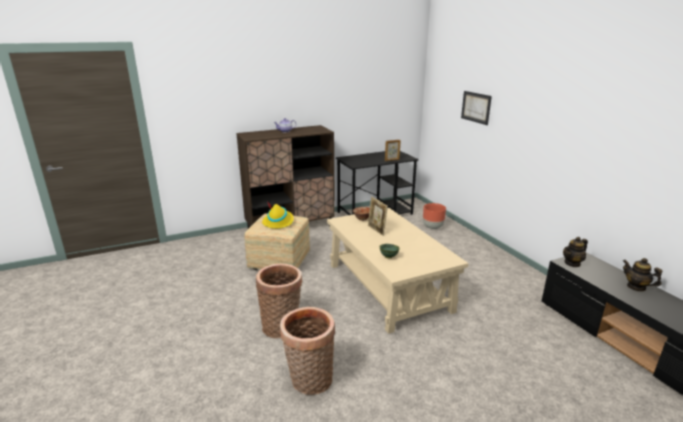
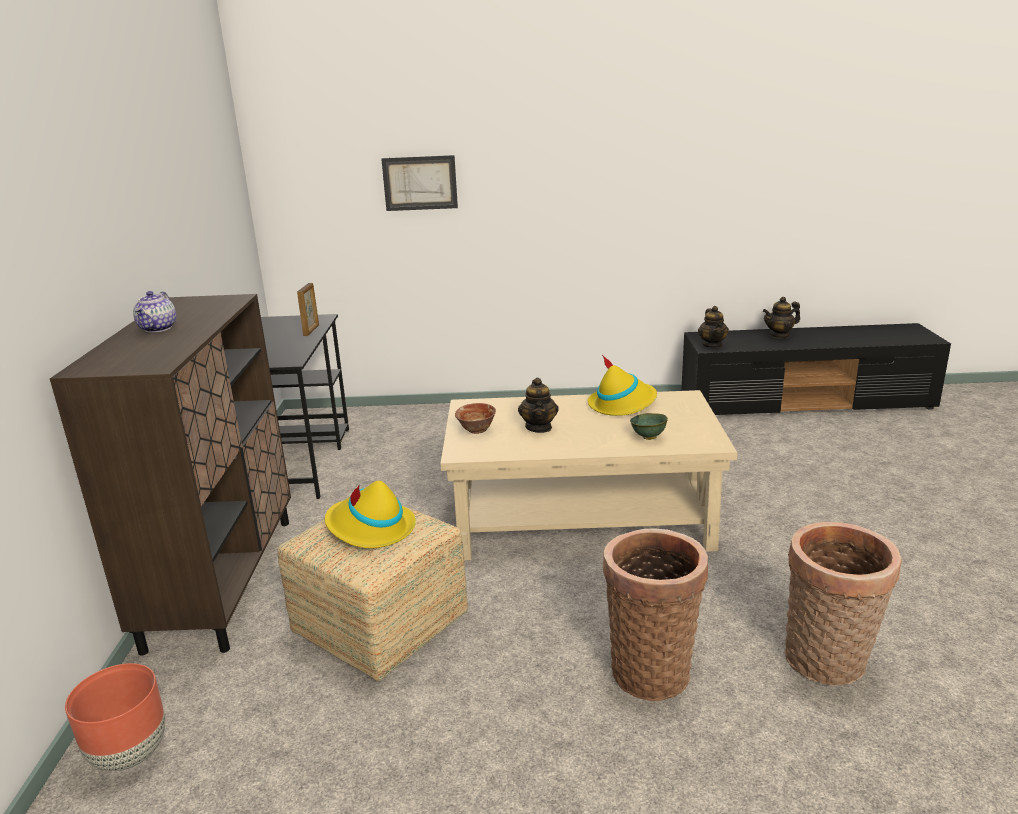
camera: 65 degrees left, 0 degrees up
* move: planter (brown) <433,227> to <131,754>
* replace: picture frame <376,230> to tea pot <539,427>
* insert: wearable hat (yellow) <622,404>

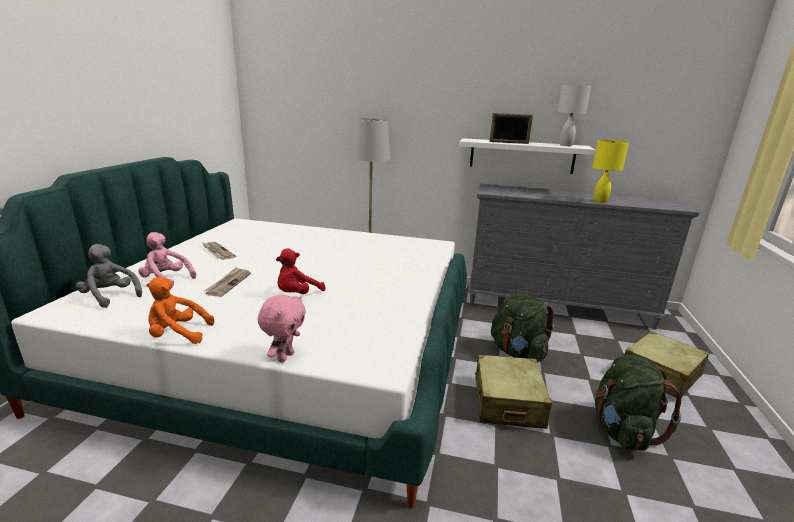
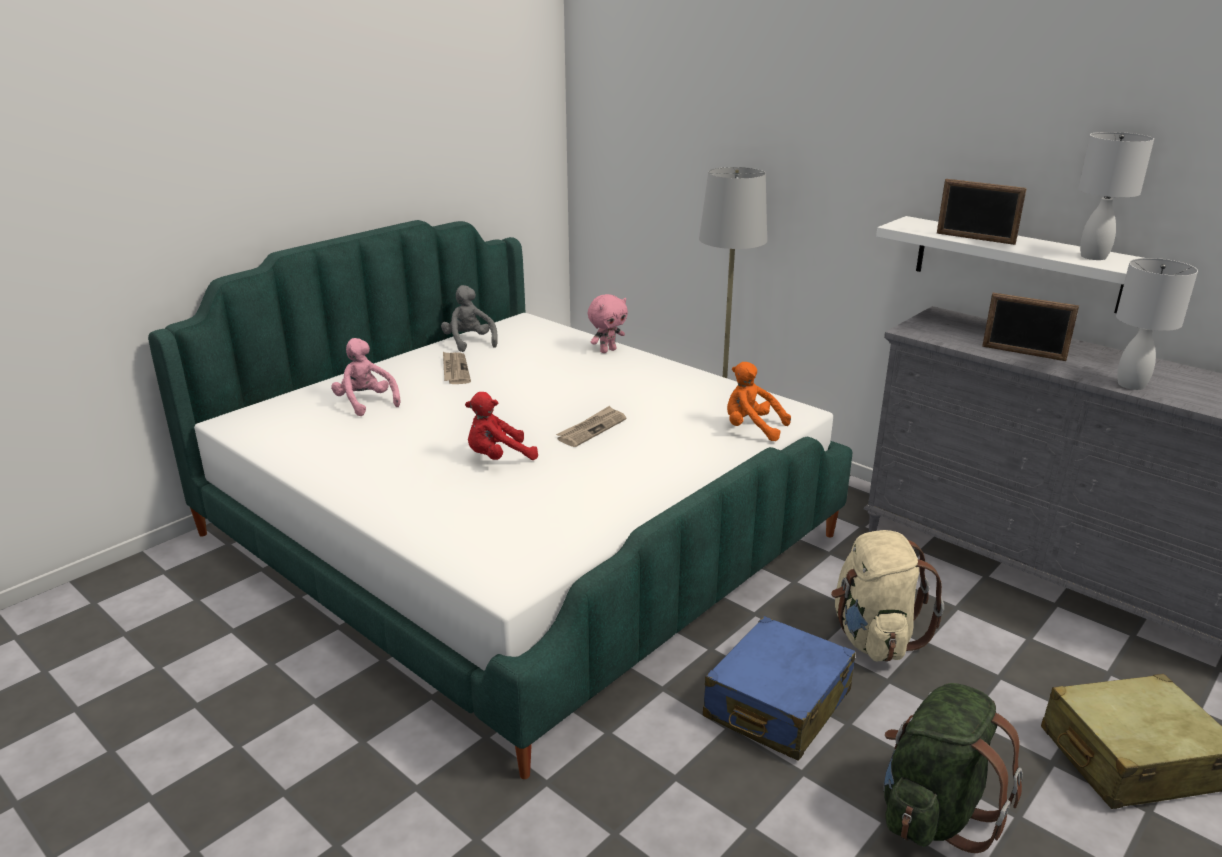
camera: 30 degrees right, 5 degrees up
* move: cuddly toy (gray) <110,296> to <469,342>
* move: printed paper <228,283> to <591,429>
* move: cuddly toy (pink-coloured) <285,357> to <607,350>
* recolor: travel case (beige-coloured) <507,402> to travel case (blue) <777,704>
* move: cuddly toy (orange) <178,335> to <751,428>
* recolor: rucksack (green) <517,352> to rucksack (beige-coloured) <873,637>
* insert: picture frame <1023,353>
* recolor: tabletop lamp (yellow) <599,201> to tabletop lamp (white-coloured) <1131,384>

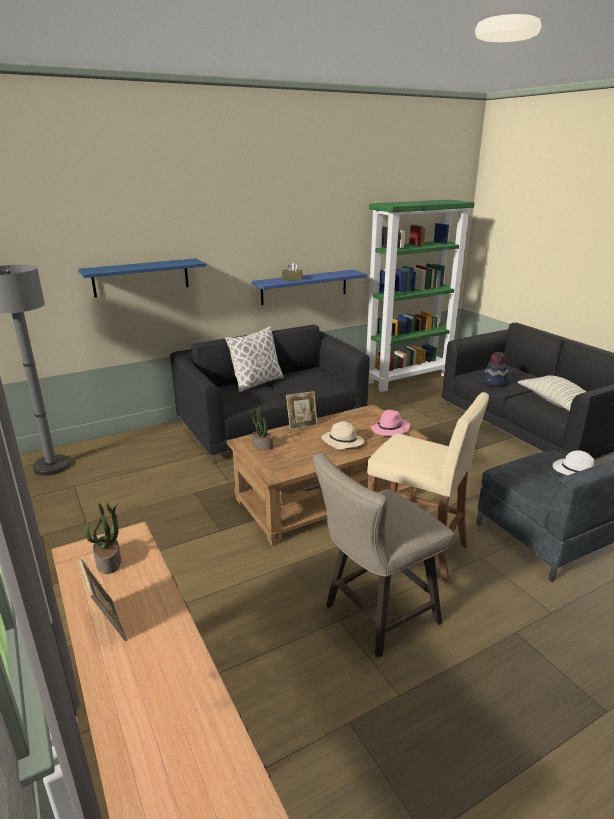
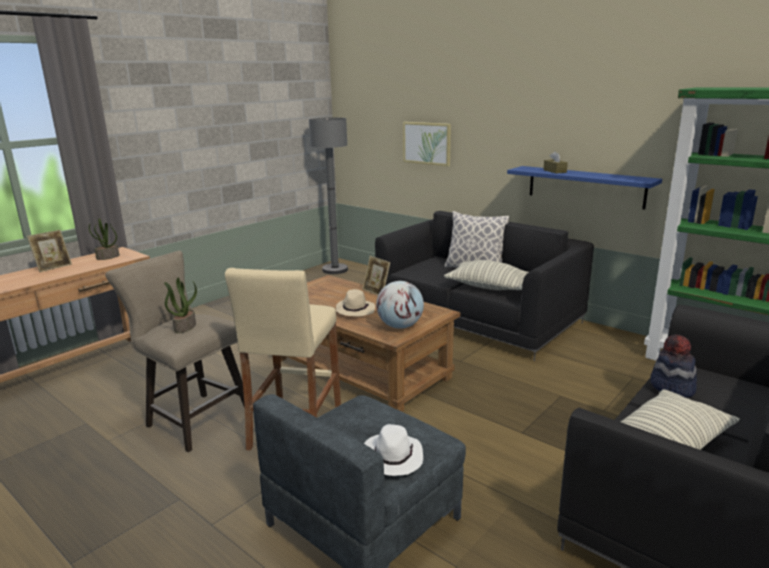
camera: 70 degrees right, 5 degrees down
* move: houseplant <262,445> to <185,327>
* replace: wearable hat (pink-coloured) <390,429> to globe <400,326>
* replace: shelf (blue) <141,277> to wall art <427,143>
* insert: throw pillow <488,287>

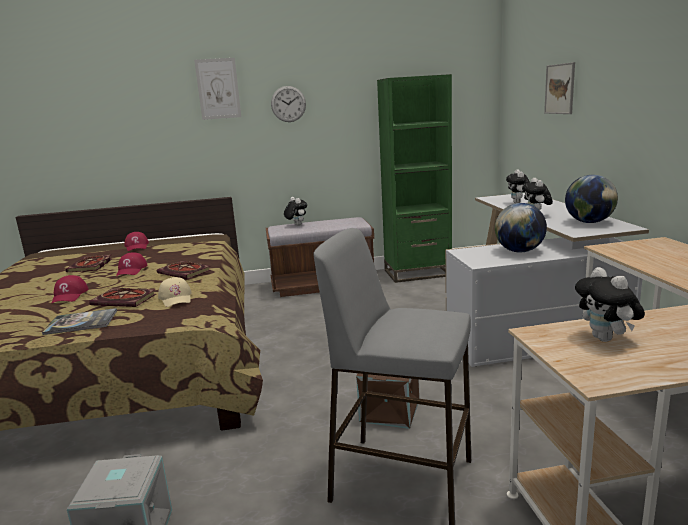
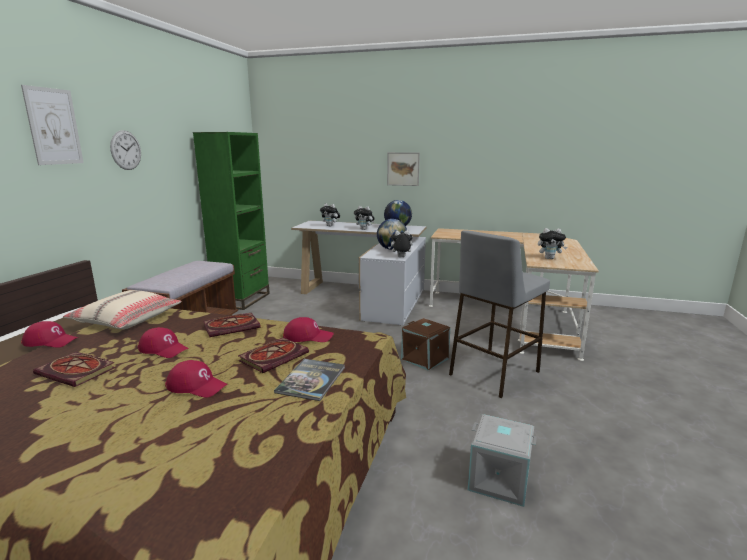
camera: 65 degrees left, 0 degrees up
* insert: throw pillow (beige-coloured) <127,319>
* recolor: baseball cap (beige-coloured) <176,298> to baseball cap (reddish) <308,336>
* move: wall art <560,89> to <403,169>
* move: cuddly toy <296,225> to <401,257>

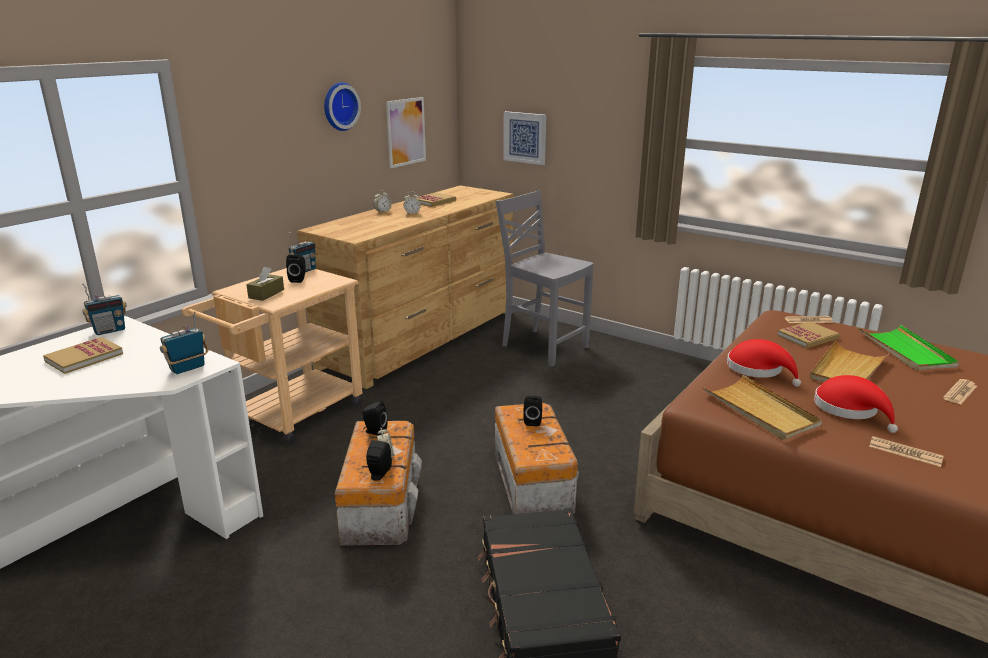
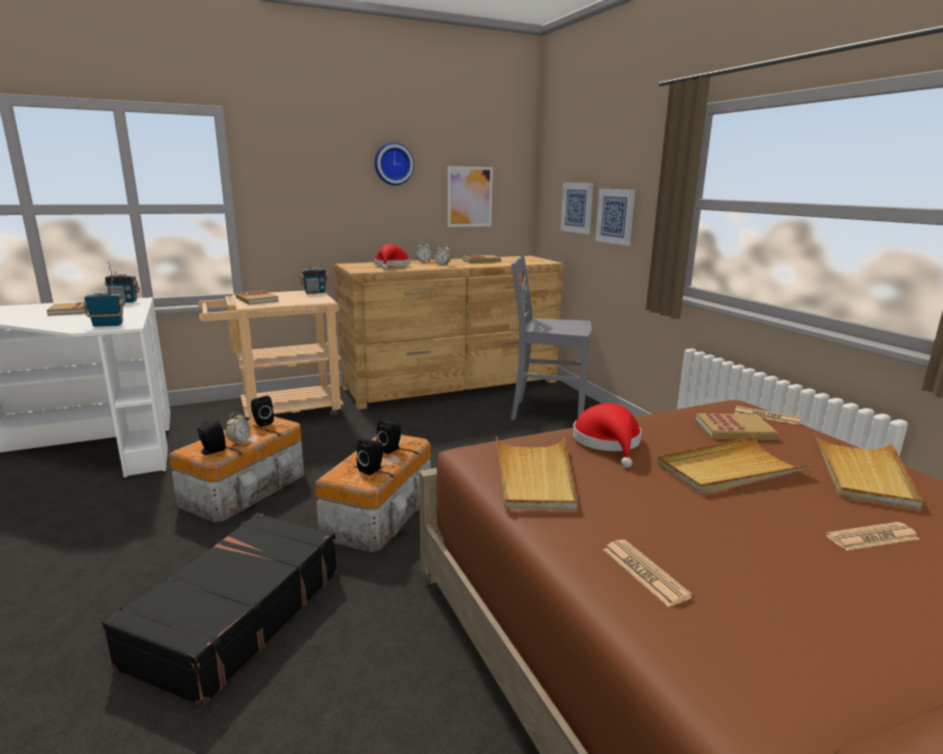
camera: 30 degrees right, 5 degrees down
* replace: box of tissues (brown) <266,294> to bound book <257,299>
* move: audio speaker (black-coloured) <298,279> to <372,469>
* move: wearable hat (reddish) <850,409> to <391,266>
* rotate: plain chair (gray) <543,346> = <546,413> 60 degrees counterclockwise
* insert: wall art <615,216>
* recolor: carrying tray (green) <906,351> to carrying tray (beige-coloured) <862,473>

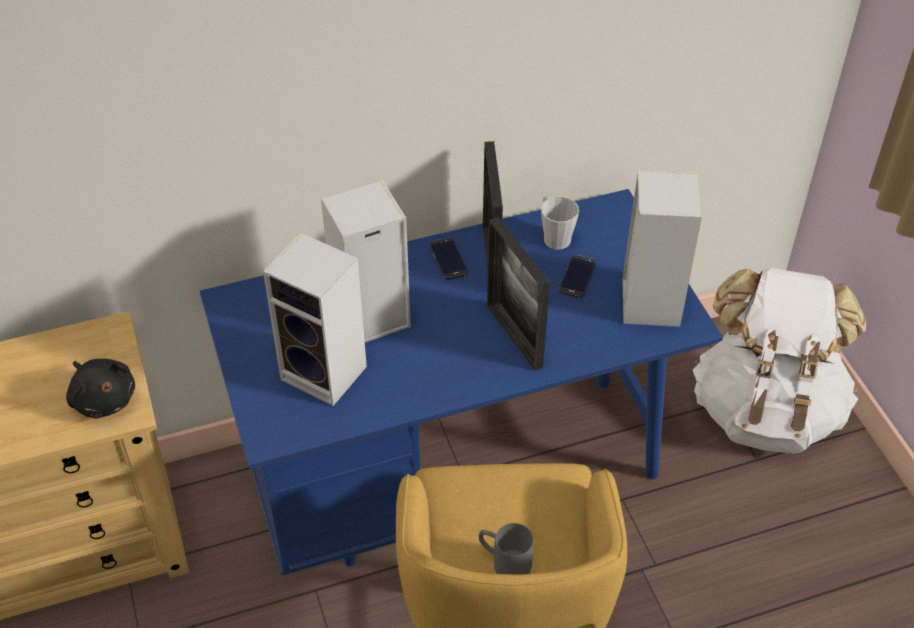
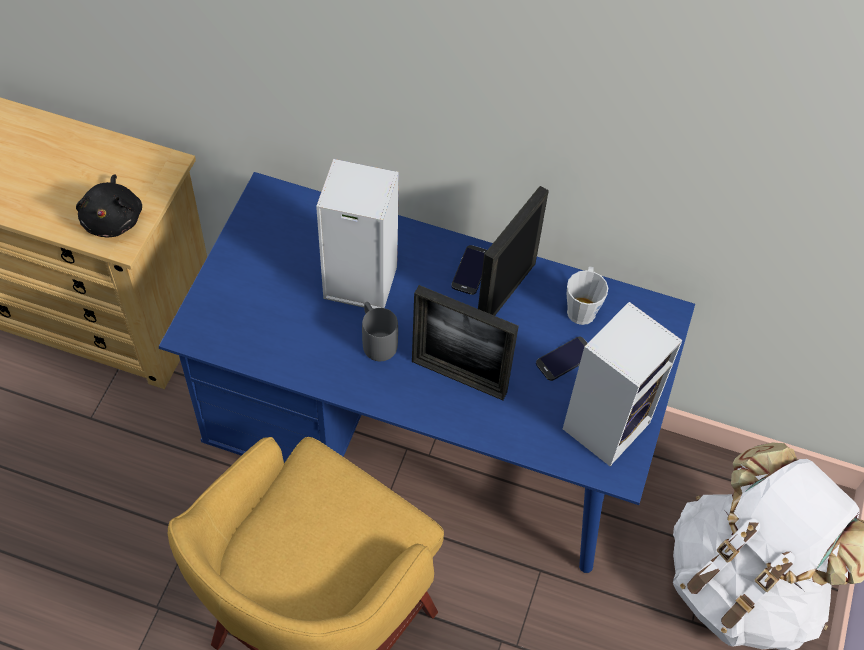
camera: 35 degrees right, 10 degrees up
* move: tea mug (gray) <504,562> to <376,340>
* rotate: picture frame <514,336> = <459,377> 75 degrees counterclockwise
* delete: audio speaker <327,373>

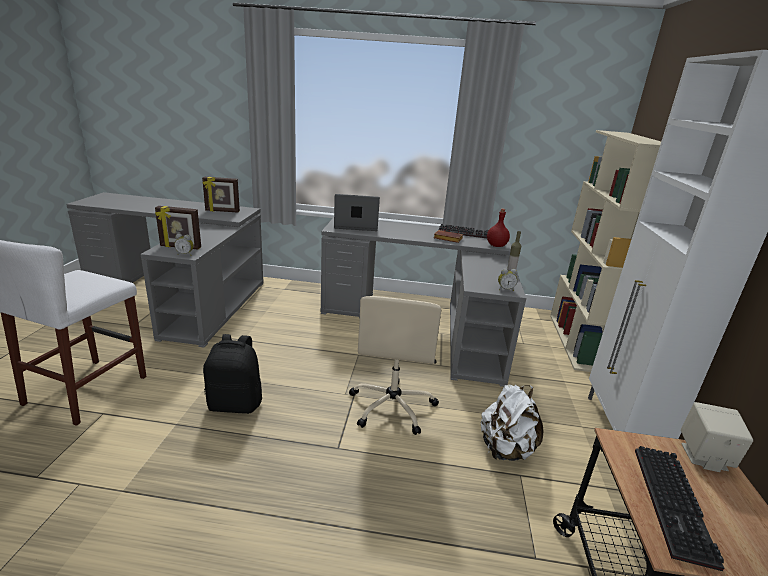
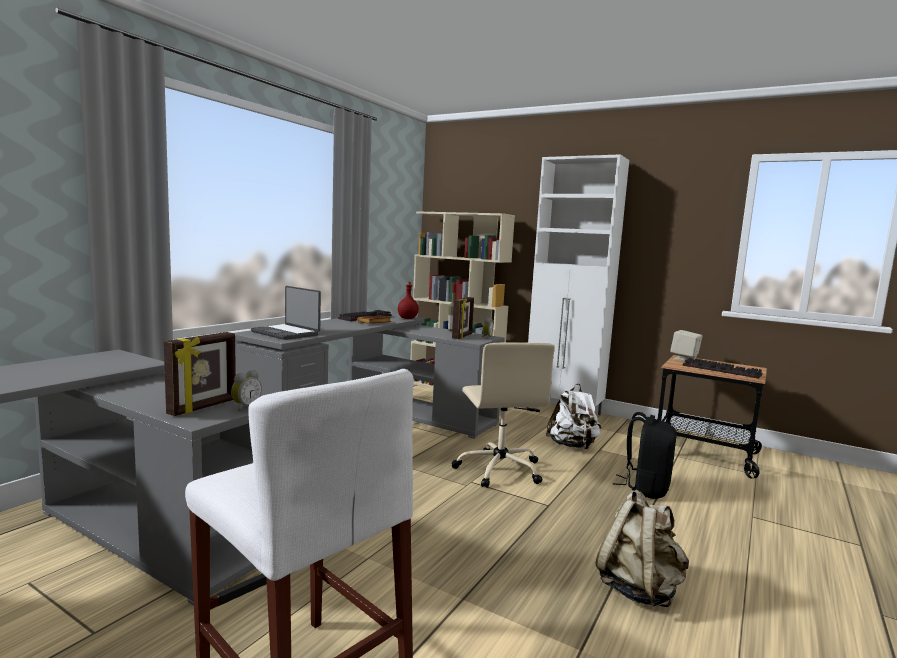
camera: 65 degrees left, 15 degrees down
* rotate: notebook computer <356,226> = <286,333> 75 degrees counterclockwise
* move: picture frame <222,211> to <462,336>
* rotate: computer chair (beige-coloured) <392,406> = <499,469> 45 degrees clockwise
* insert: rucksack (beige-coloured) <638,589>
* move: rucksack (black-coloured) <236,404> to <645,488>

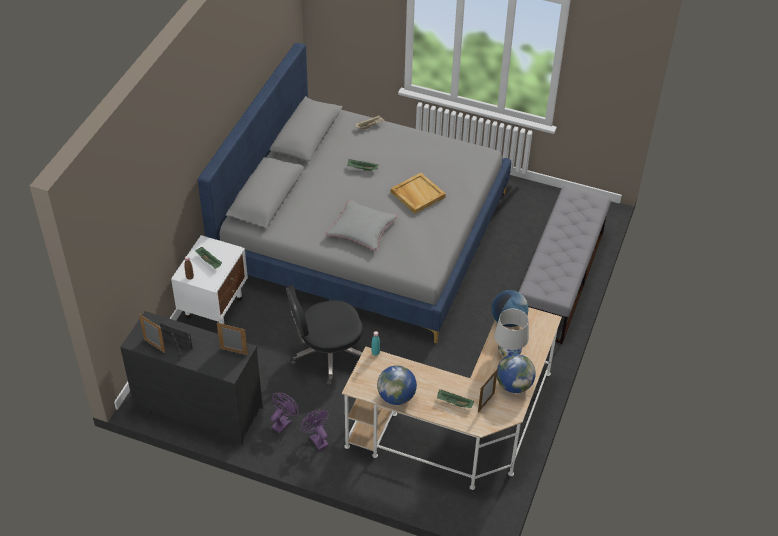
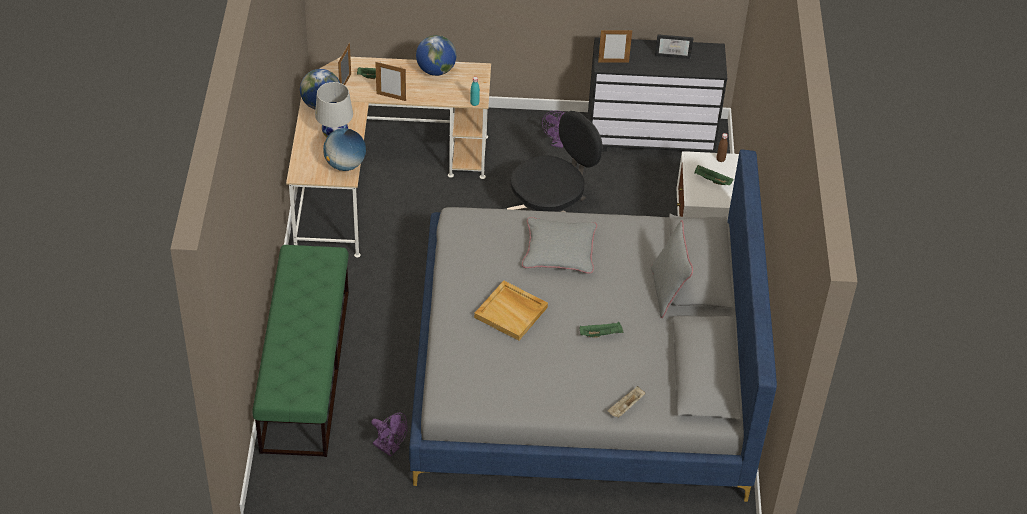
camera: 160 degrees right, 0 degrees up
* recolor: indoor bench (gray) <559,280> to indoor bench (green) <305,369>
* move: fan (purple) <317,439> to <389,448>
* move: picture frame <154,346> to <391,97>
* insert: throw pillow (gray) <668,292>

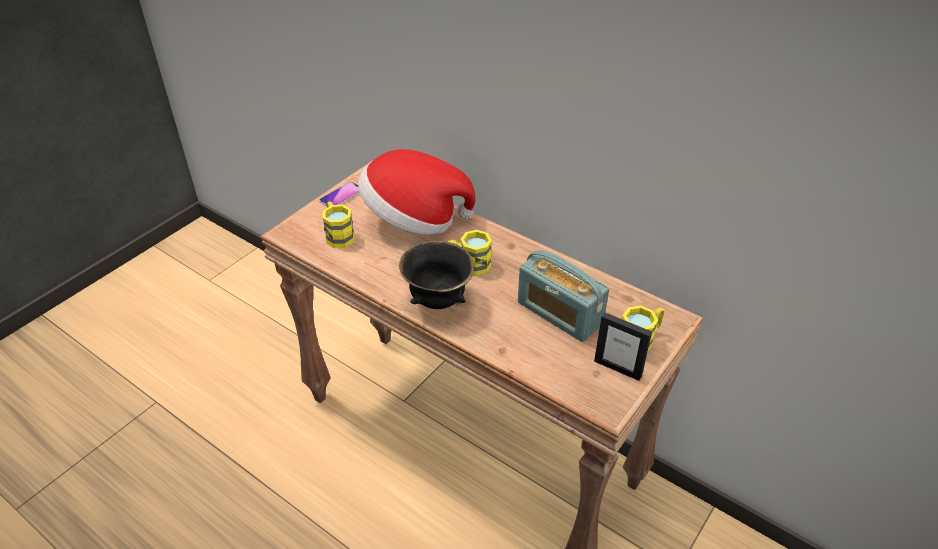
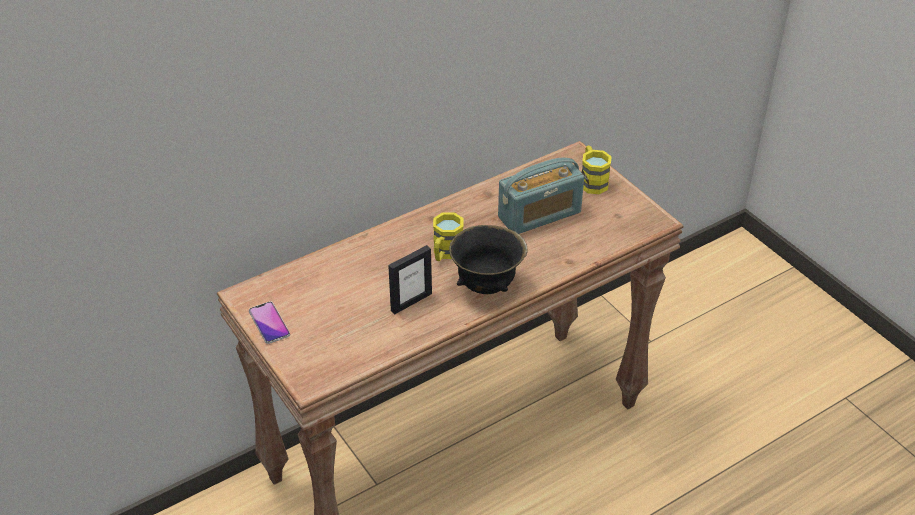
camera: 70 degrees left, 0 degrees up
* move: picture frame <617,368> to <411,302>
* delete: tea mug (yellow) <338,235>
* delete: wearable hat <414,219>

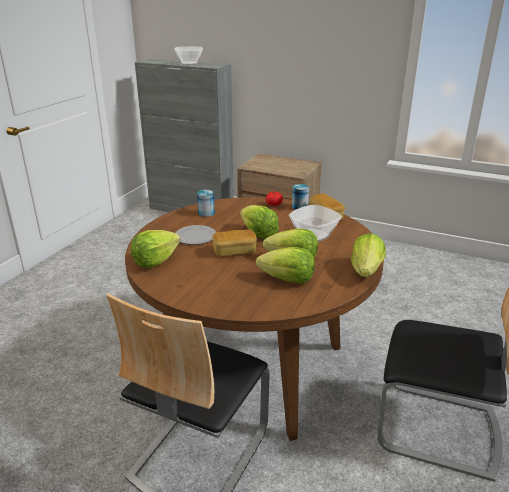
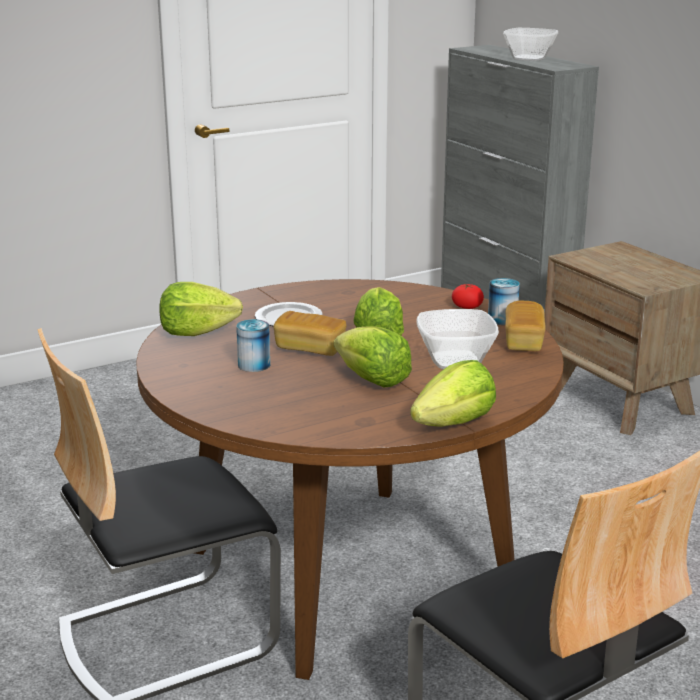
camera: 35 degrees right, 5 degrees down
* move: sealed can <206,213> to <254,365>
* delete: lettuce <287,280>

